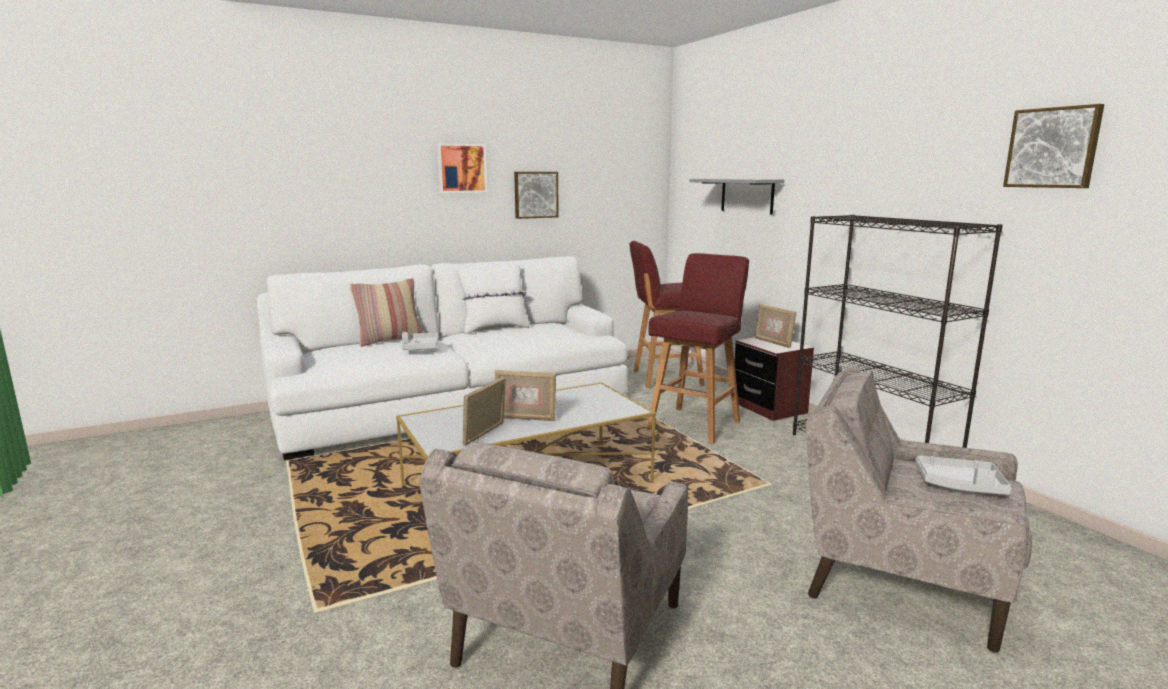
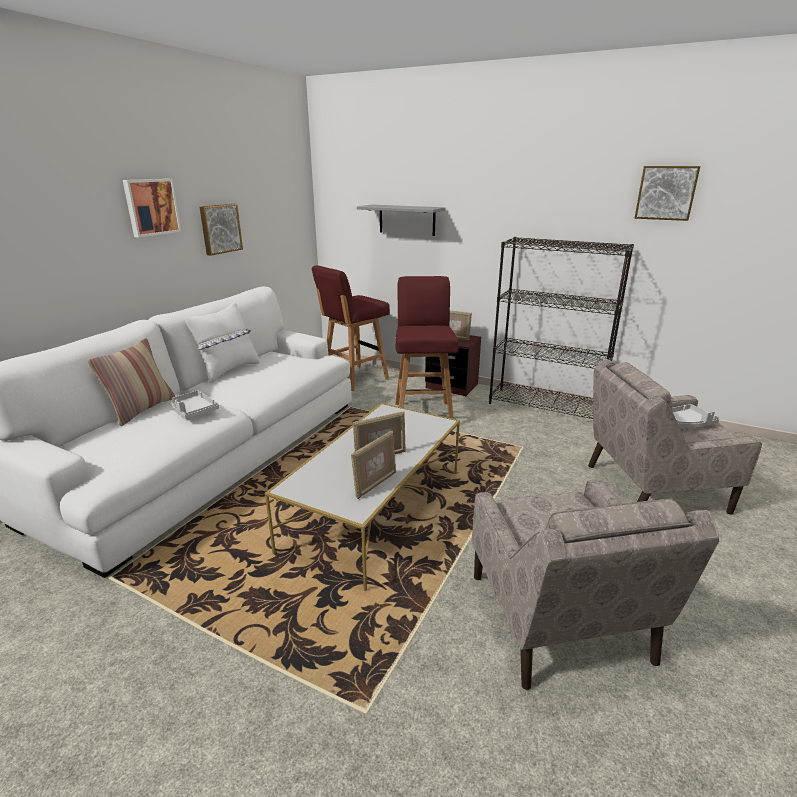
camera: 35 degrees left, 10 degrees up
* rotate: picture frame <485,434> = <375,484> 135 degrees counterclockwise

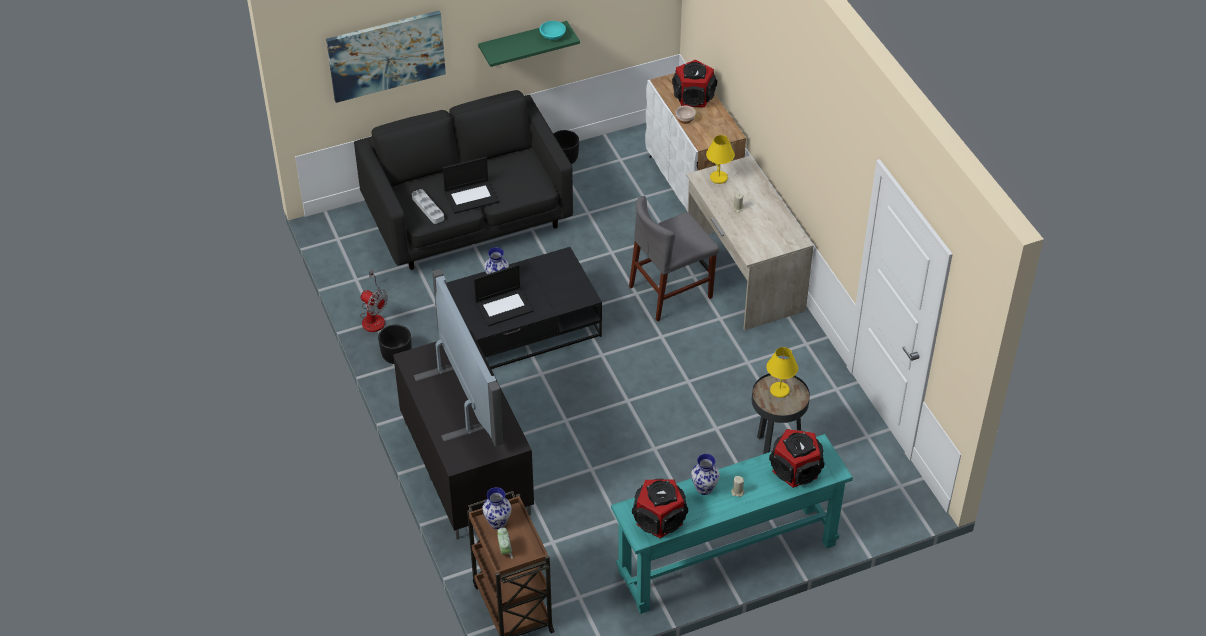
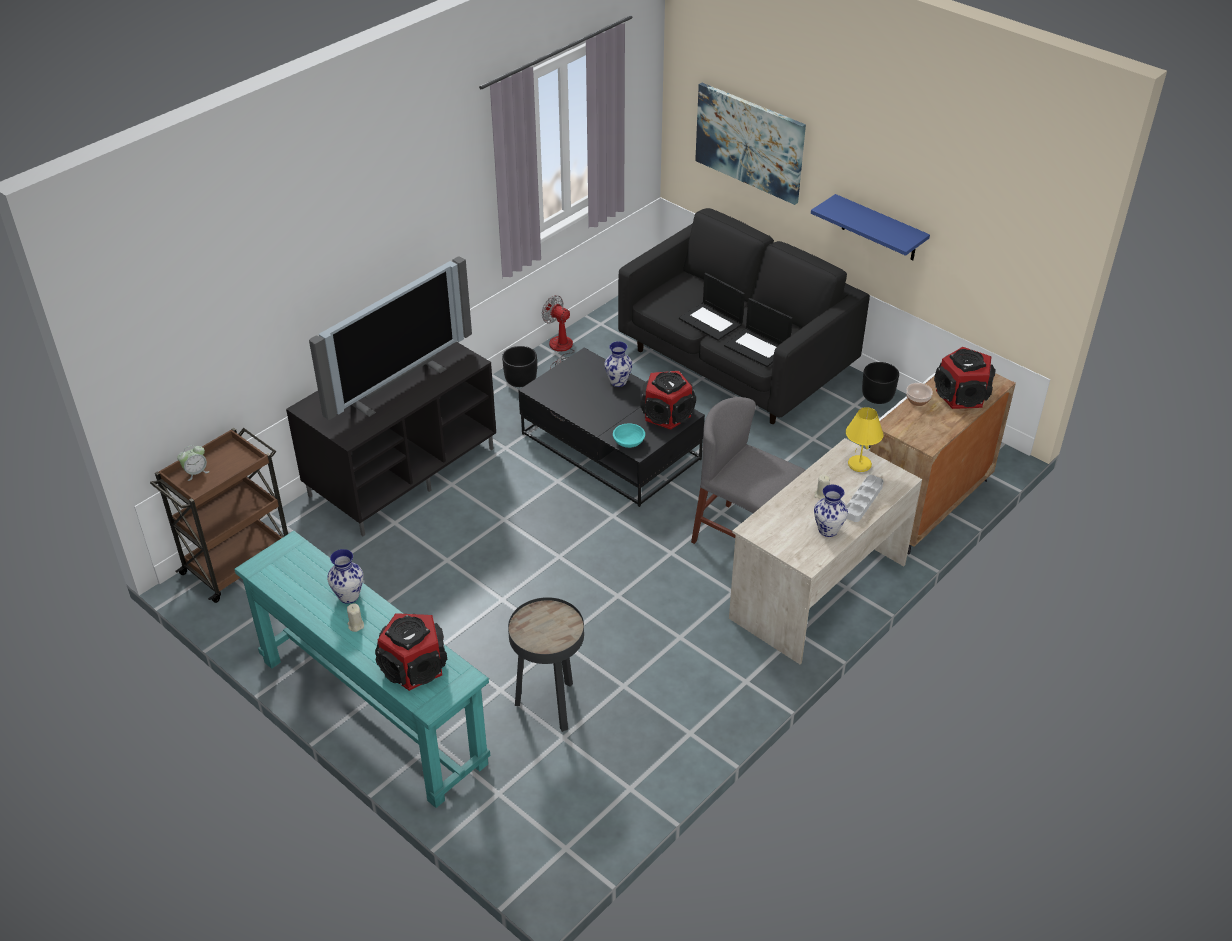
camera: 65 degrees right, 5 degrees down
* rotate: fan <373,317> = <560,350> 120 degrees clockwise
* move: serving bowl (turquoise) <552,36> to <628,442>
* move: audio speaker <658,519> to <667,414>
* move: notebook computer <504,306> to <757,347>
* recolor: shelf (green) <523,43> to shelf (blue) <879,229>
* move: flower vase <498,522> to <828,530>
* move: carrying tray (gray) <428,208> to <863,501>
* delete: tabletop lamp (yellow) <779,390>

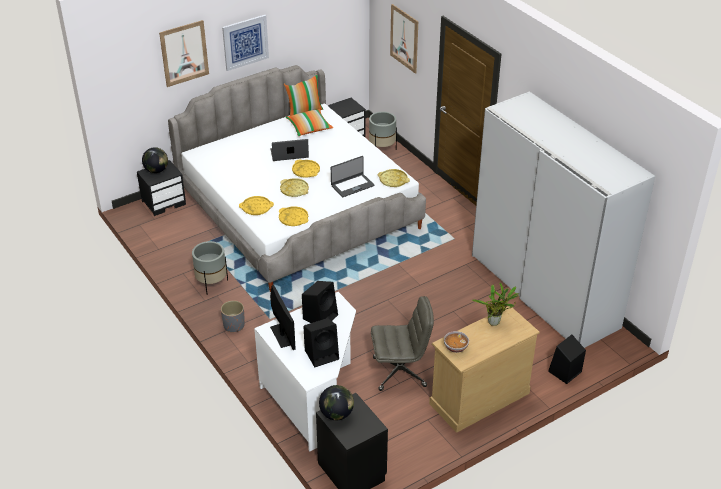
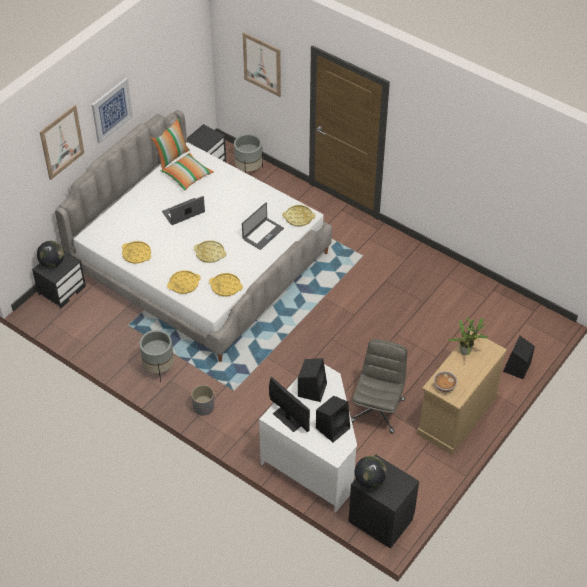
camera: 20 degrees left, 10 degrees up
* move: carrying tray (yellow) <306,171> to <136,254>
* rotate: computer chair (gray) <400,371> = <377,410> 45 degrees counterclockwise
* delete: clothes cupboard (white-coloured) <543,291>

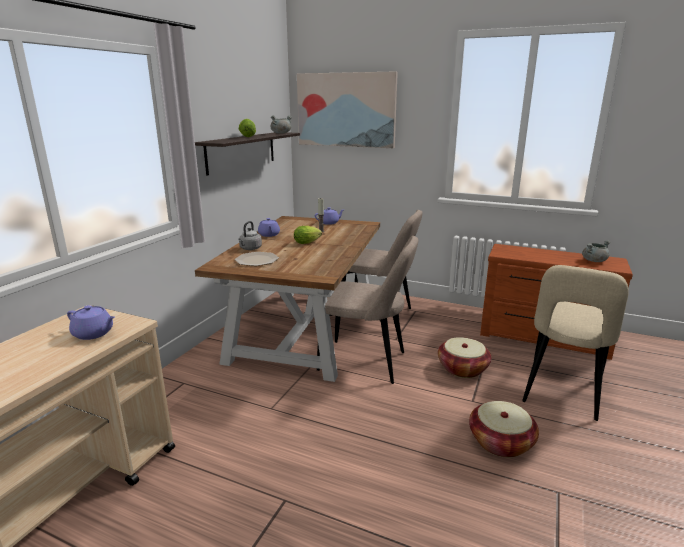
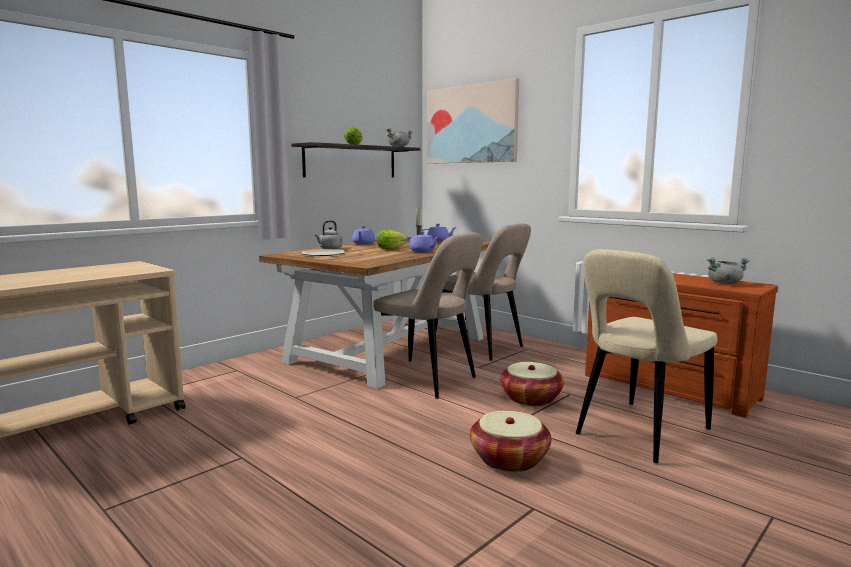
camera: 20 degrees right, 10 degrees down
* move: tea pot (purple) <94,334> to <423,251>

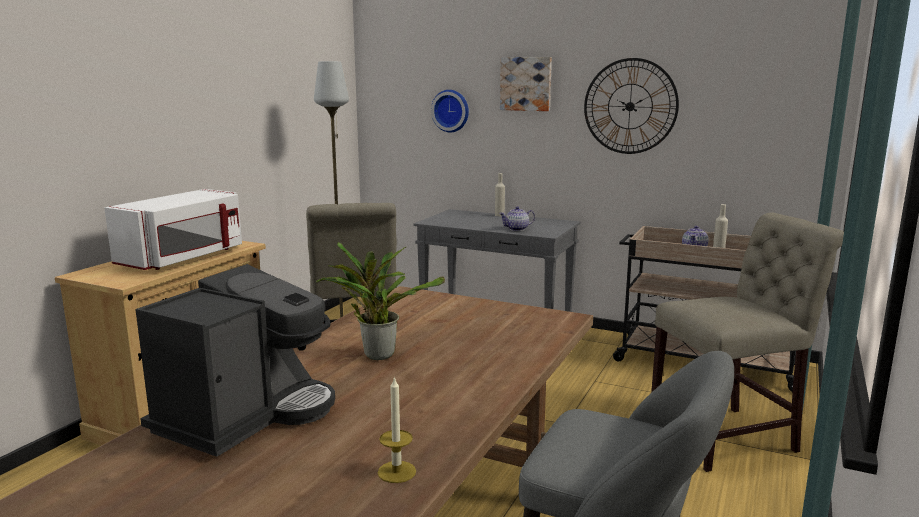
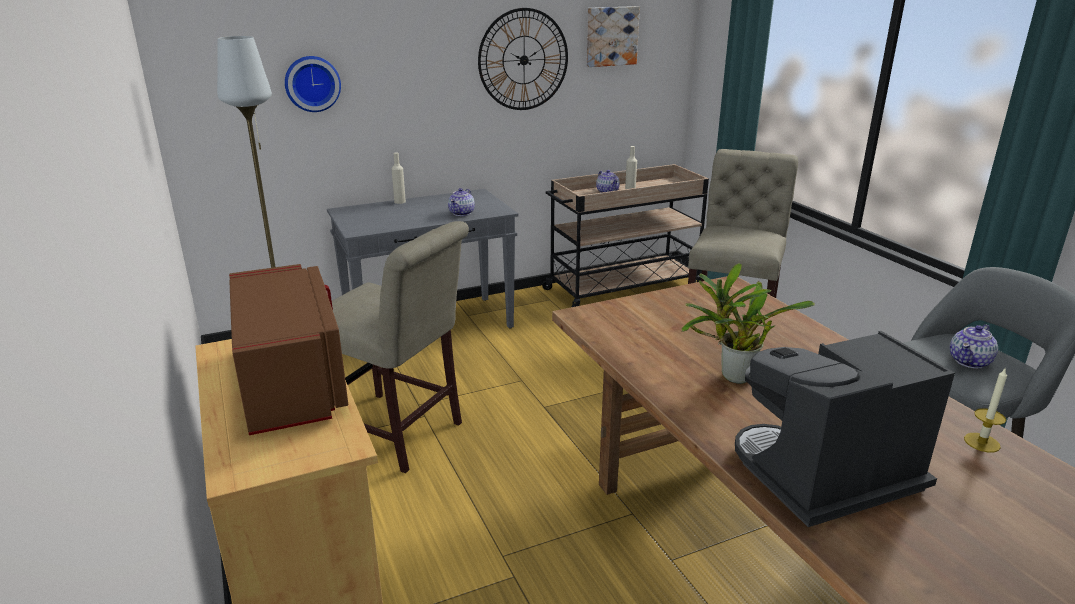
camera: 50 degrees left, 10 degrees up
* recolor: microwave oven (white-coloured) <184,258> to microwave oven (brown) <294,382>
* move: wall art <526,84> to <611,36>
* rotate: coffee brewer <246,414> = <824,477> 90 degrees counterclockwise
* insert: tea pot <970,361>

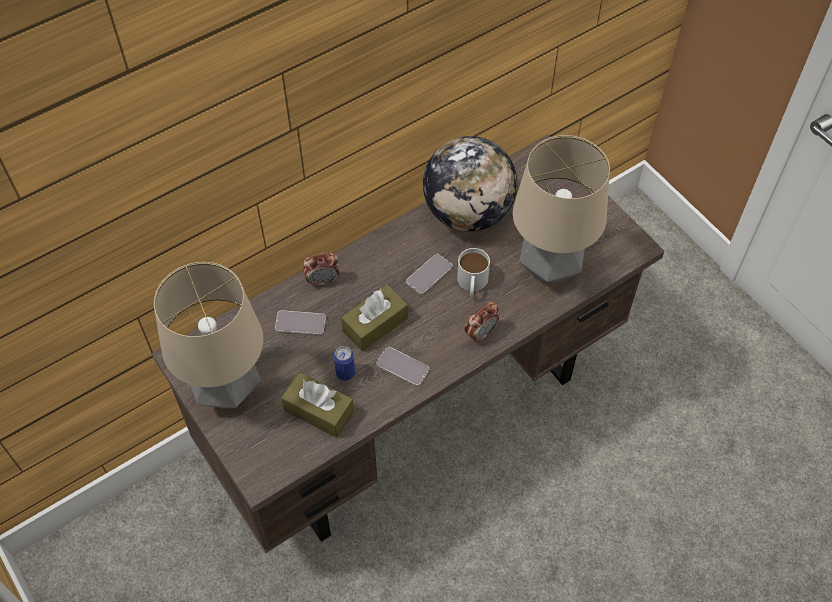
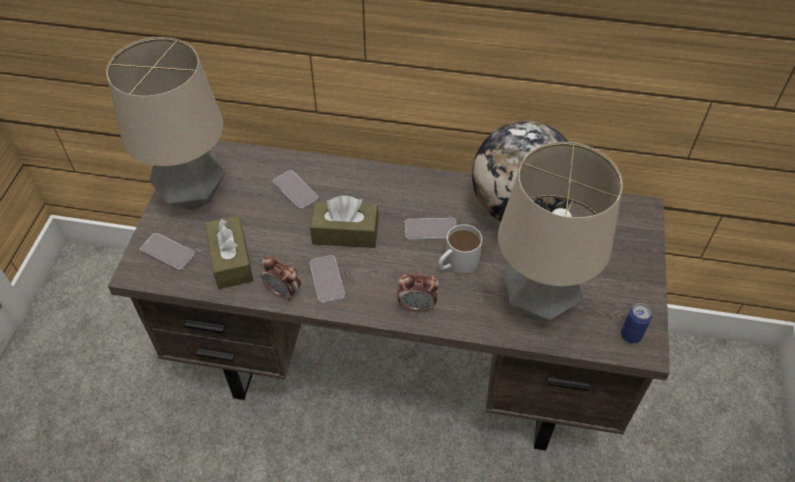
camera: 45 degrees right, 5 degrees down
* insert: telephone <167,252>
* move: alarm clock <322,281> to <283,291>
* move: sealed can <345,373> to <631,335>

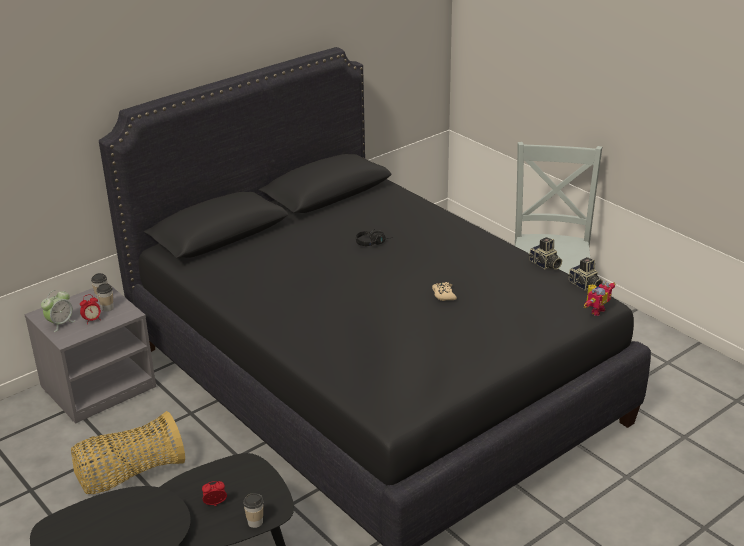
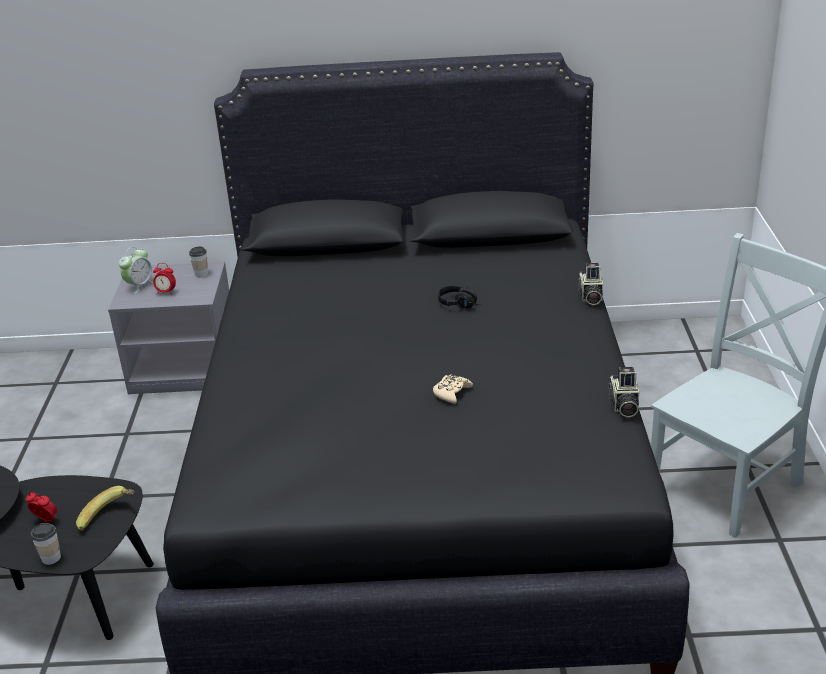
camera: 40 degrees right, 0 degrees up
* insert: banana <109,518>
* rotate: alarm clock <60,324> = <139,286> 45 degrees counterclockwise
* move: photo camera <585,285> to <590,297>
* delete: storage basket <129,475>
* delete: small cup <107,308>
* delete: model robot <595,310>

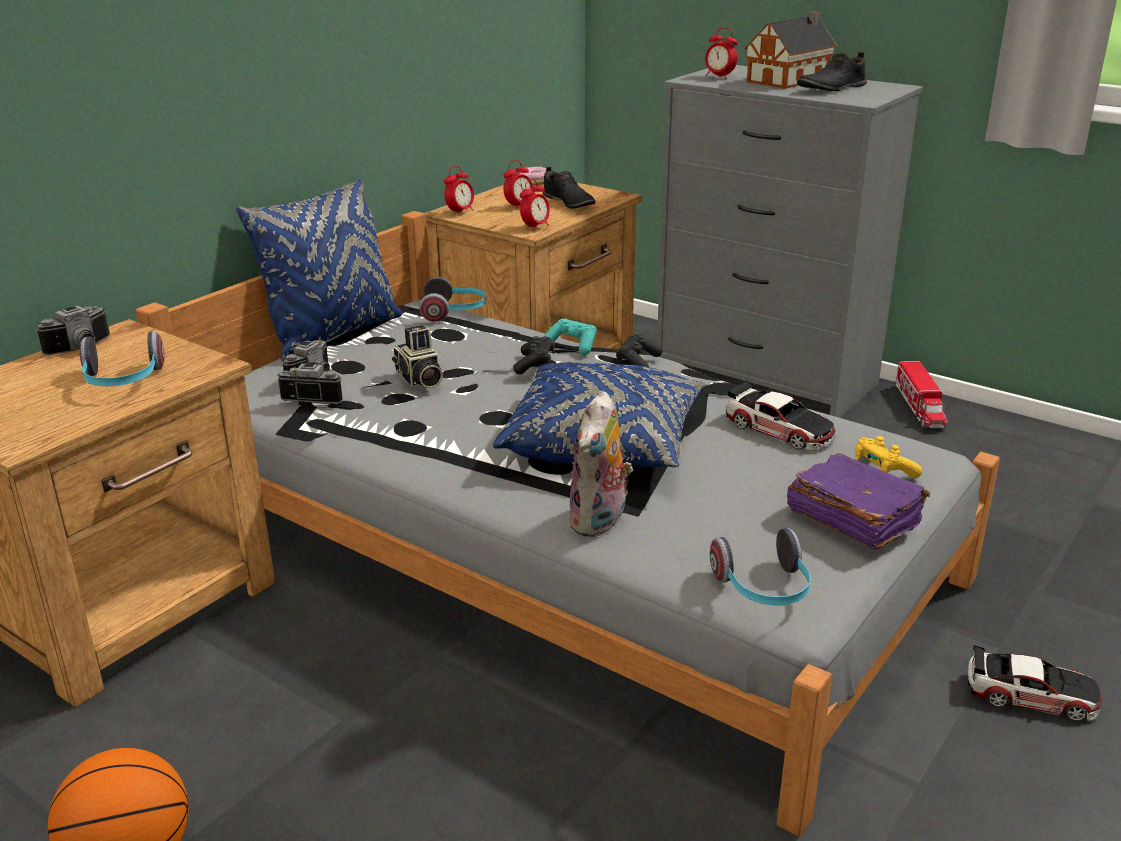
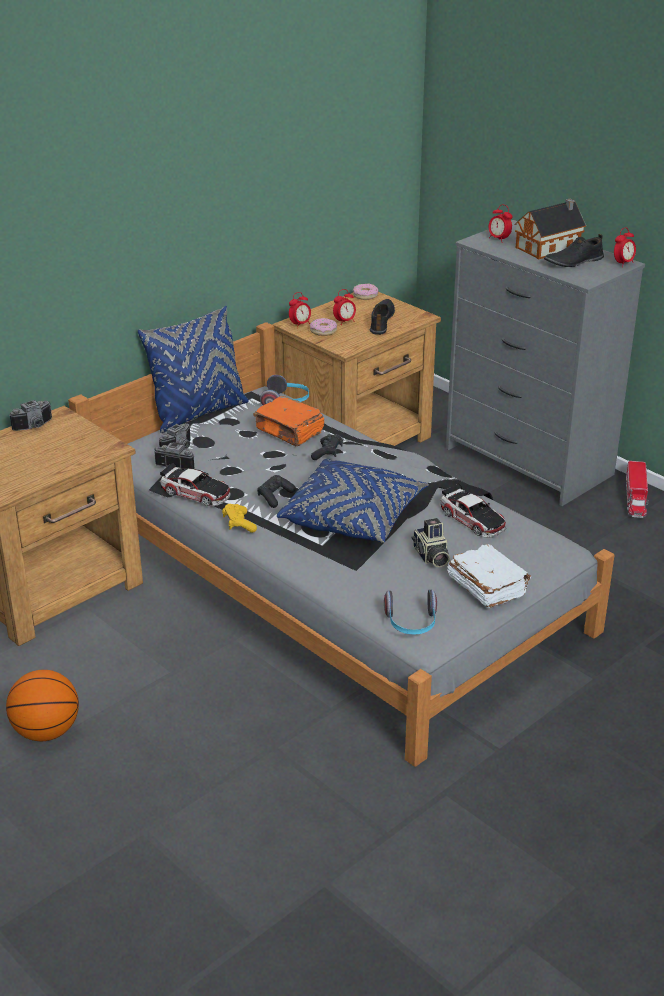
camera: 10 degrees right, 5 degrees up
* move: miniature car <1031,695> to <196,492>
* move: gamepad (yellow) <883,469> to <239,524>
* insert: bound book (orange) <289,431>
* move: gamepad (black-coloured) <638,363> to <275,497>
* insert: donut <323,331>
* rotate: shoe (black-coloured) <568,203> = <382,321> 150 degrees counterclockwise
* move: photo camera <419,380> to <430,557>
* recolor: bound book (purple) <852,519> to bound book (white-coloured) <486,587>
* move: alarm clock <535,227> to <623,263>
* delete: pair of headphones <123,381>
* delete: gamepad (turquoise) <572,345>
* delete: cuddly toy <600,522>

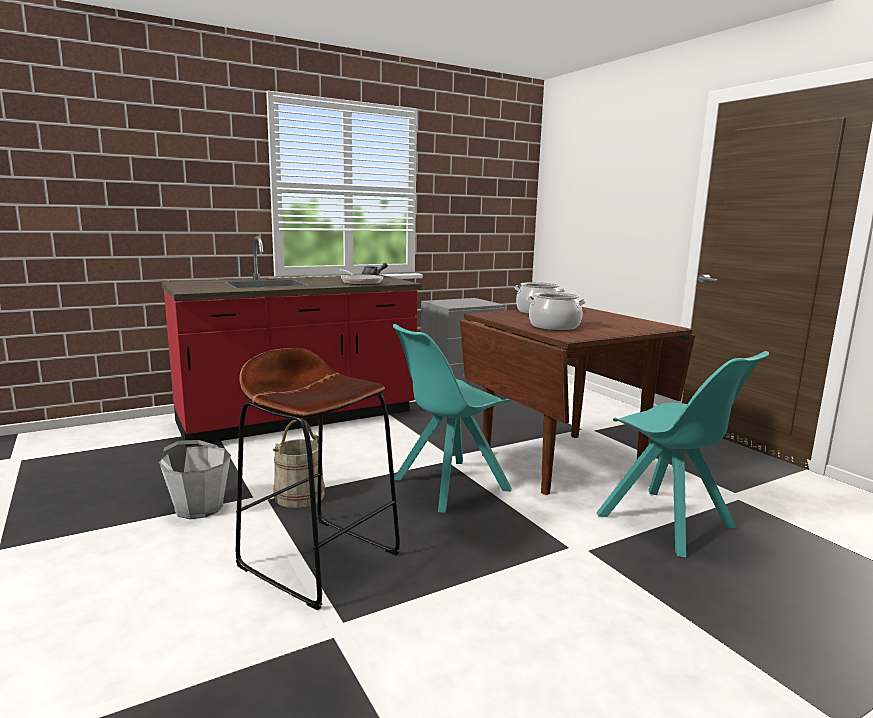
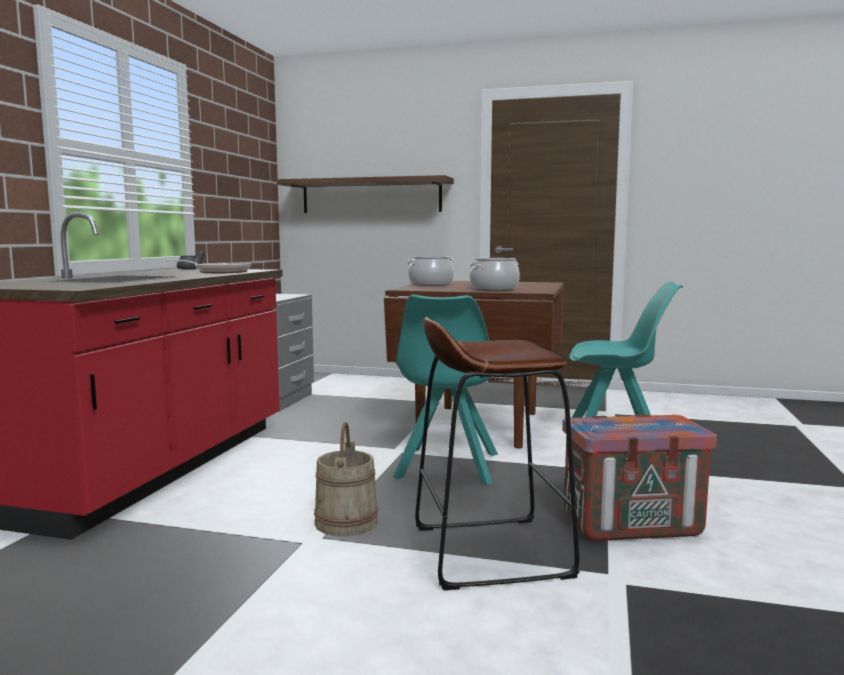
camera: 45 degrees left, 5 degrees down
* insert: shelf <371,196>
* insert: crate <633,525>
* delete: bucket (gray) <199,507>

